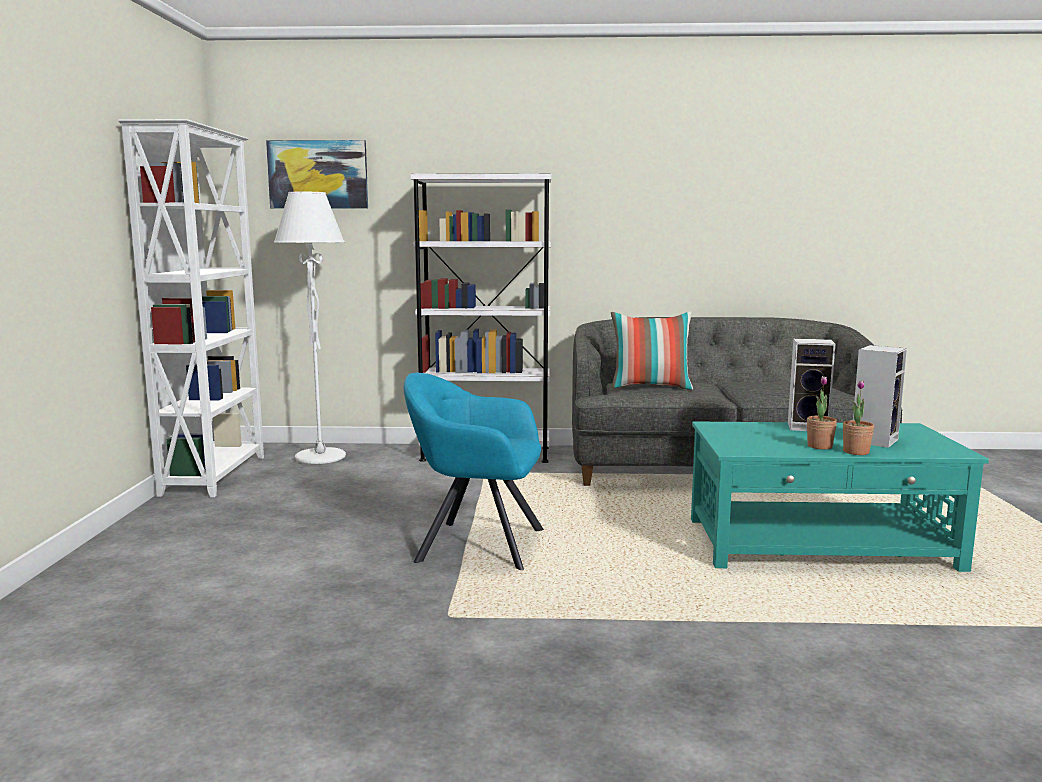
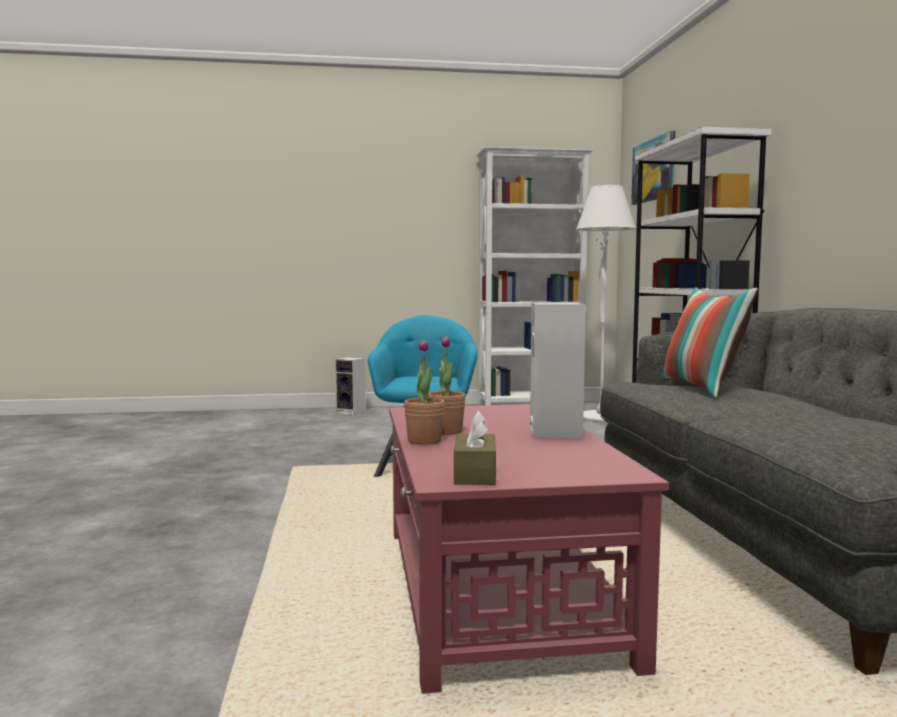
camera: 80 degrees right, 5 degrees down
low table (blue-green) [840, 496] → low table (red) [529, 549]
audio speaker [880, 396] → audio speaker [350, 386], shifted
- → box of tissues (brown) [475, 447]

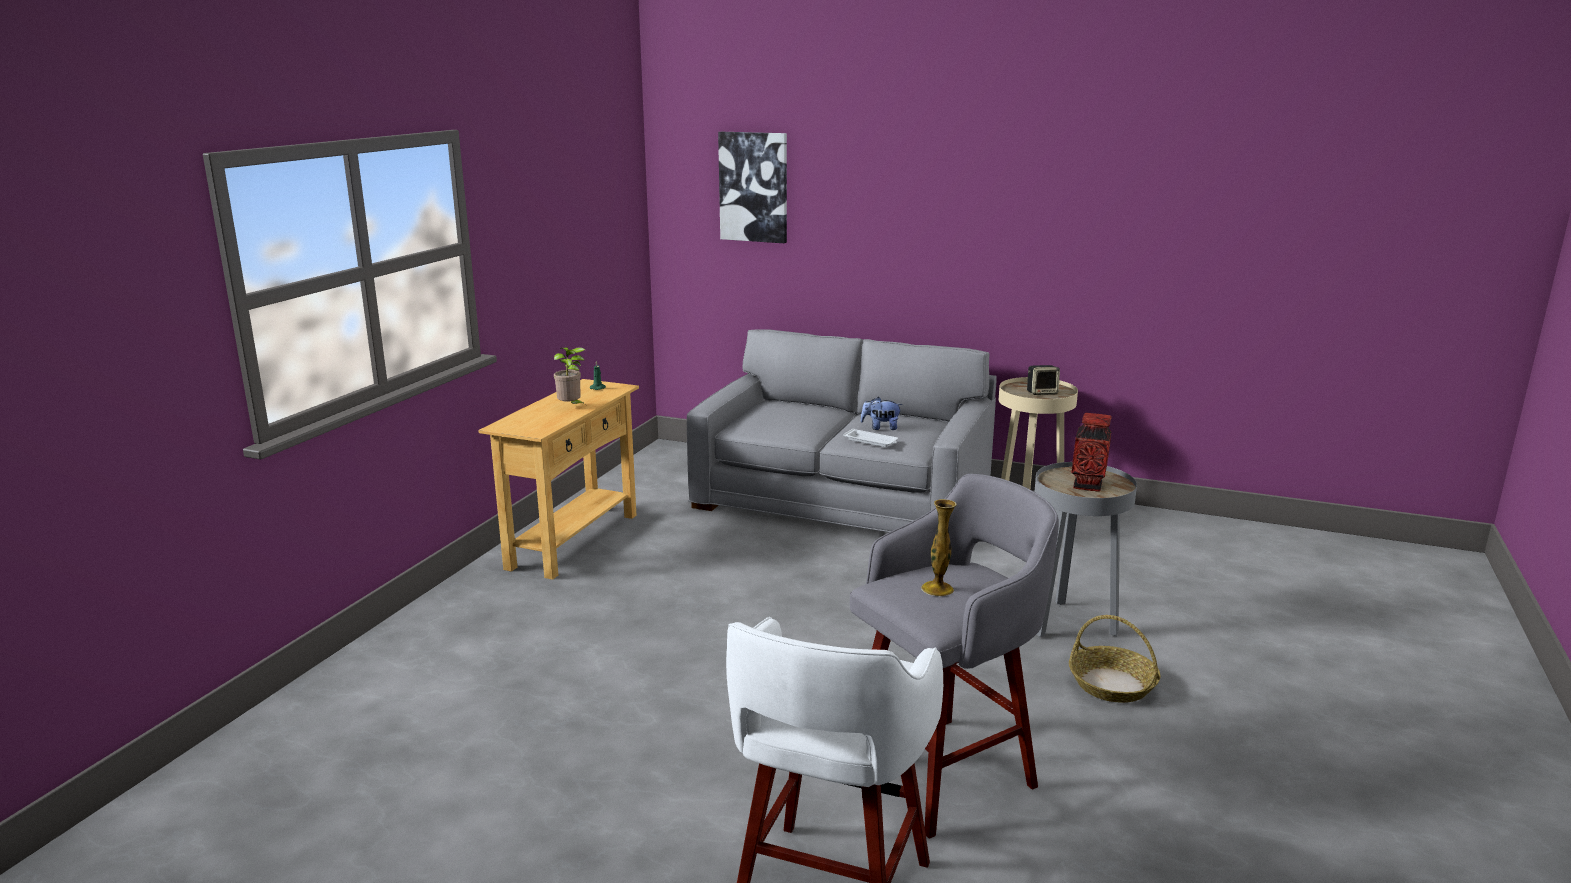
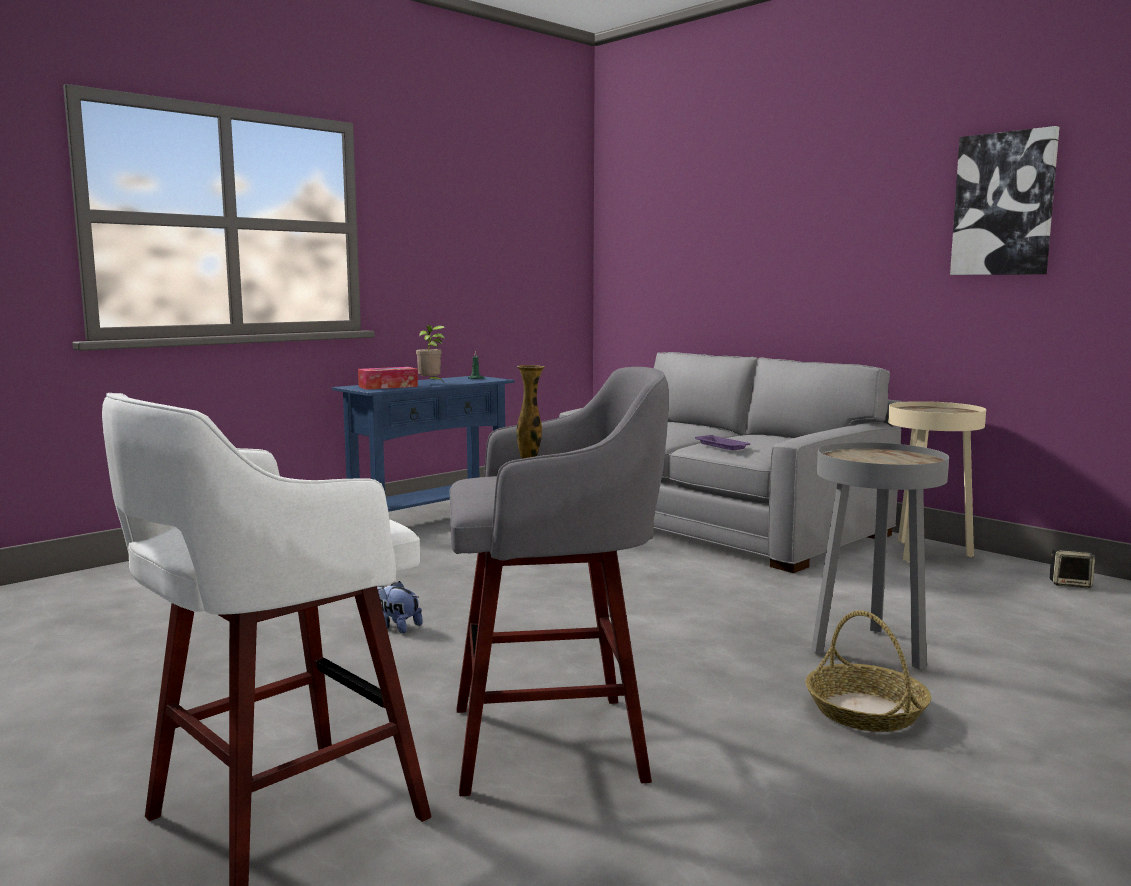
camera: 25 degrees right, 10 degrees down
narrow table (sand-coloured) [558, 479] → narrow table (blue-coloured) [423, 444]
wall picture [752, 187] → wall picture [1004, 200], shifted
tray (white) [870, 437] → tray (purple) [723, 442]
plush toy [881, 413] → plush toy [400, 607], shifted
audio speaker [1043, 380] → audio speaker [1072, 568], shifted
vase [1091, 452] → -
- → box of tissues [388, 378]

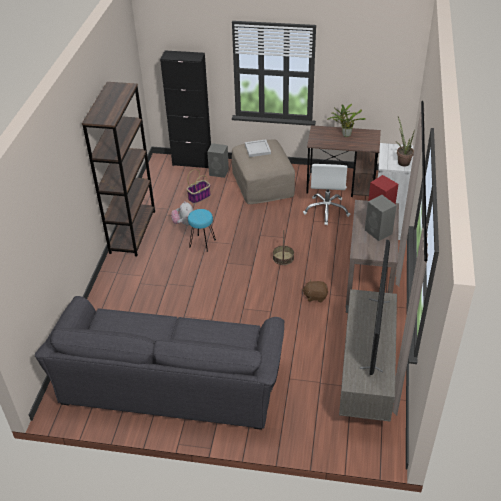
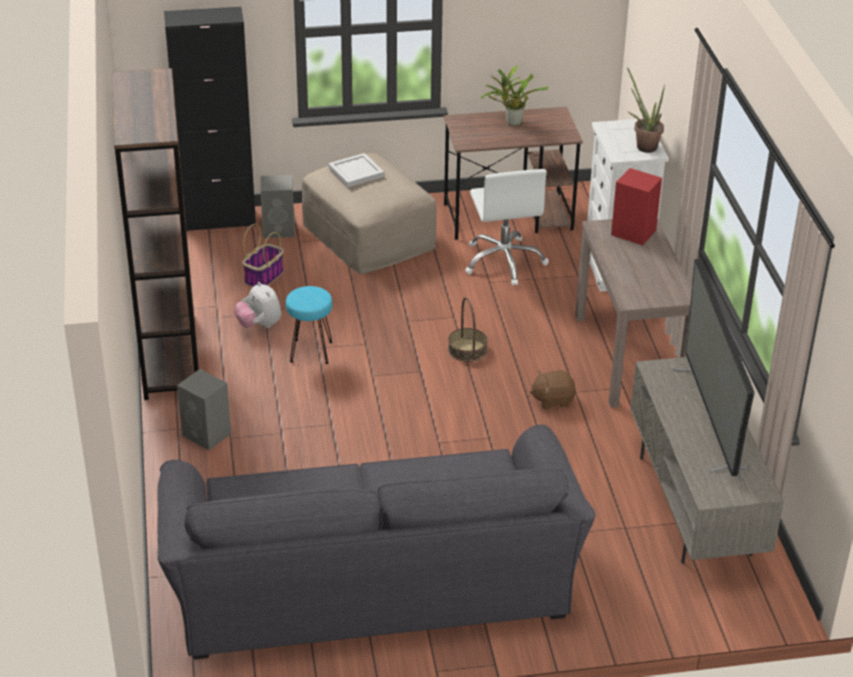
camera: 20 degrees left, 5 degrees down
audio speaker (gray) [381, 218] → audio speaker (gray) [204, 409], shifted

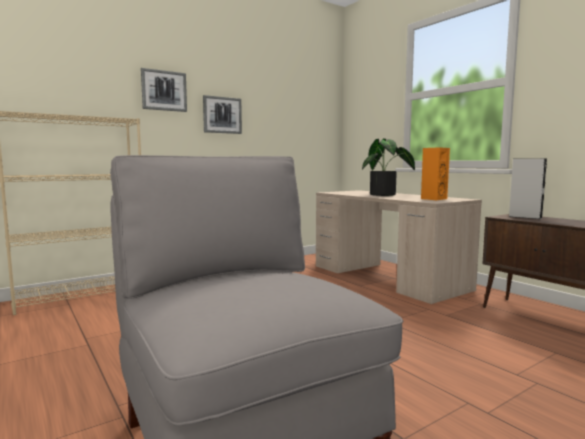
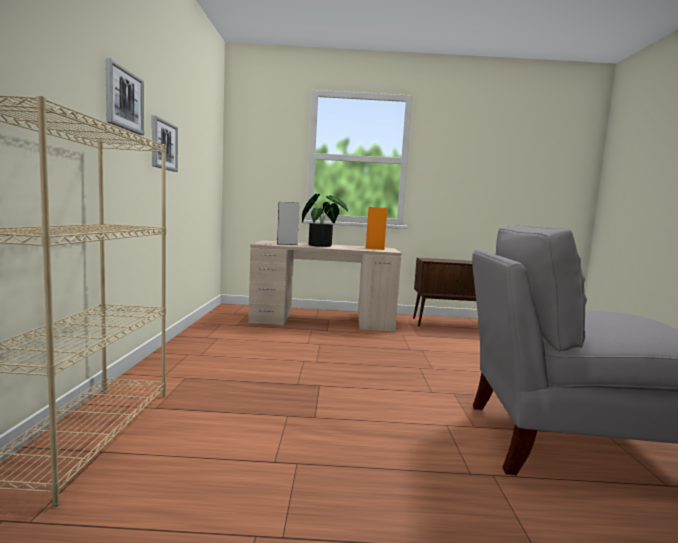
camera: 55 degrees left, 0 degrees up
audio speaker (gray) [528, 188] → audio speaker (gray) [288, 223], shifted

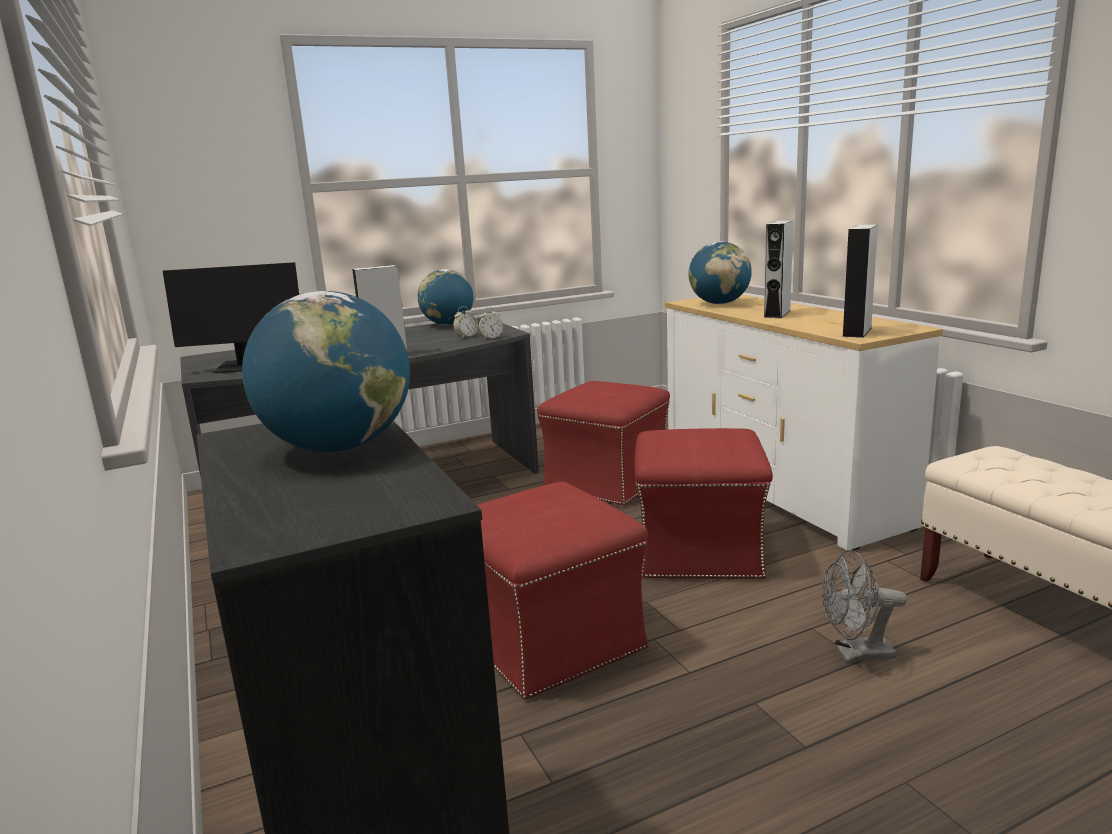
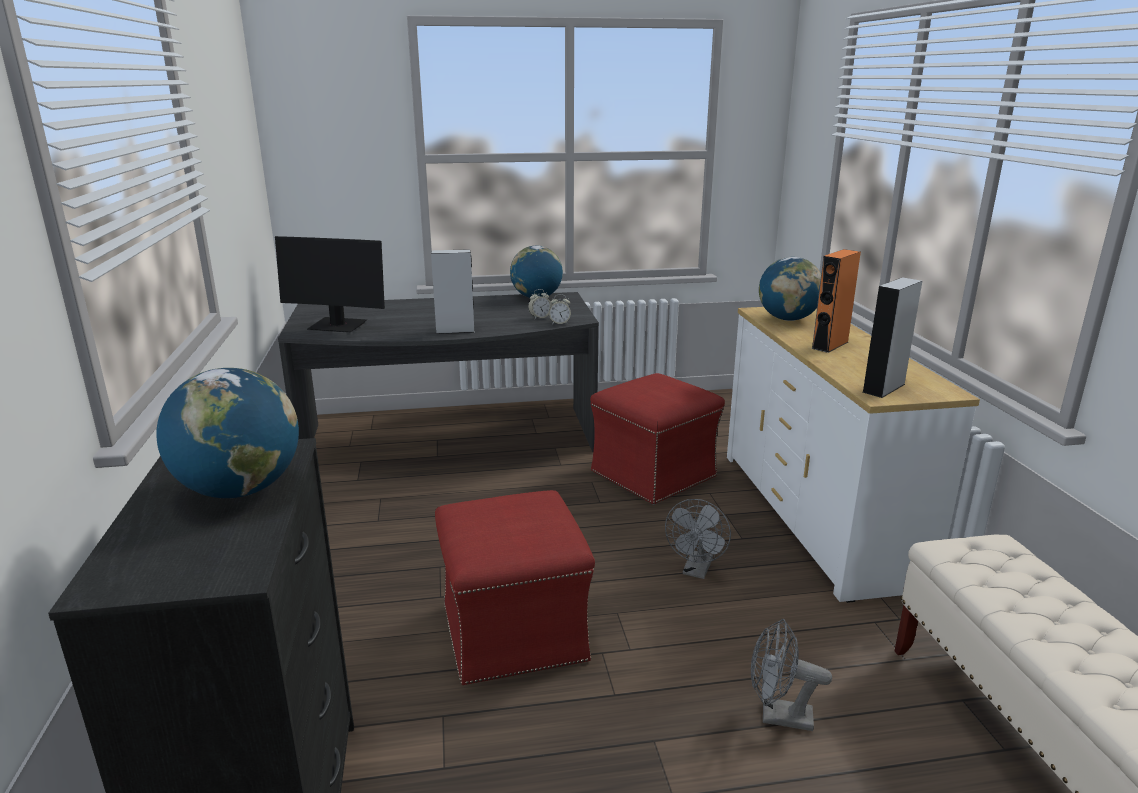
camera: 15 degrees right, 5 degrees up
footrest (red) [703, 504] → fan (gray) [698, 539]
audio speaker (gray) [778, 269] → audio speaker (orange-coloured) [836, 301]

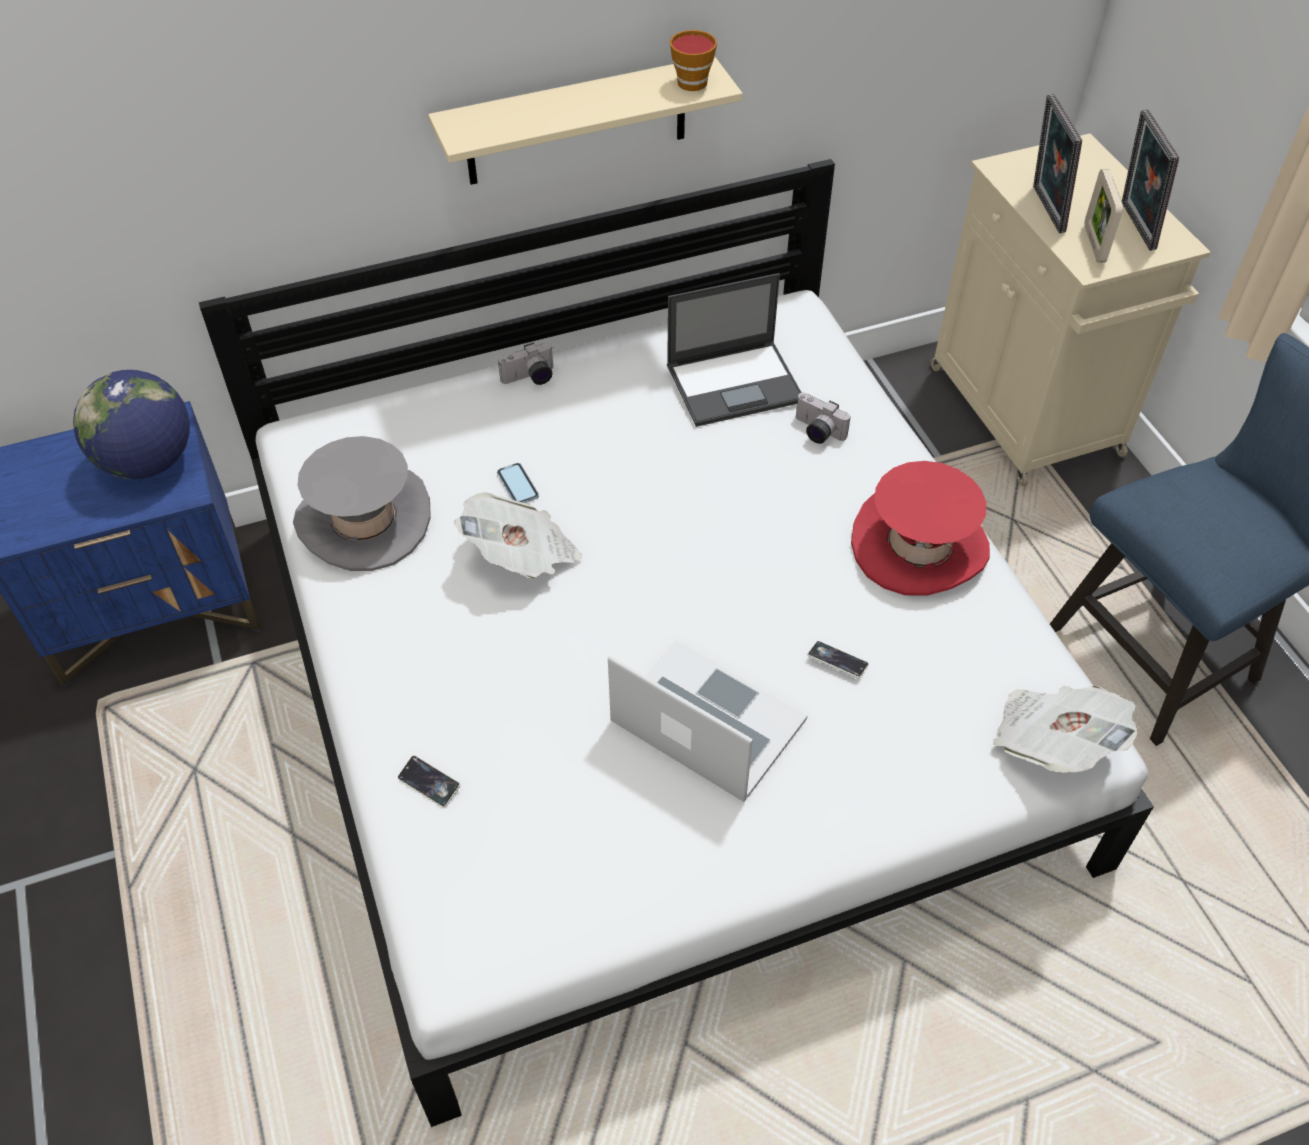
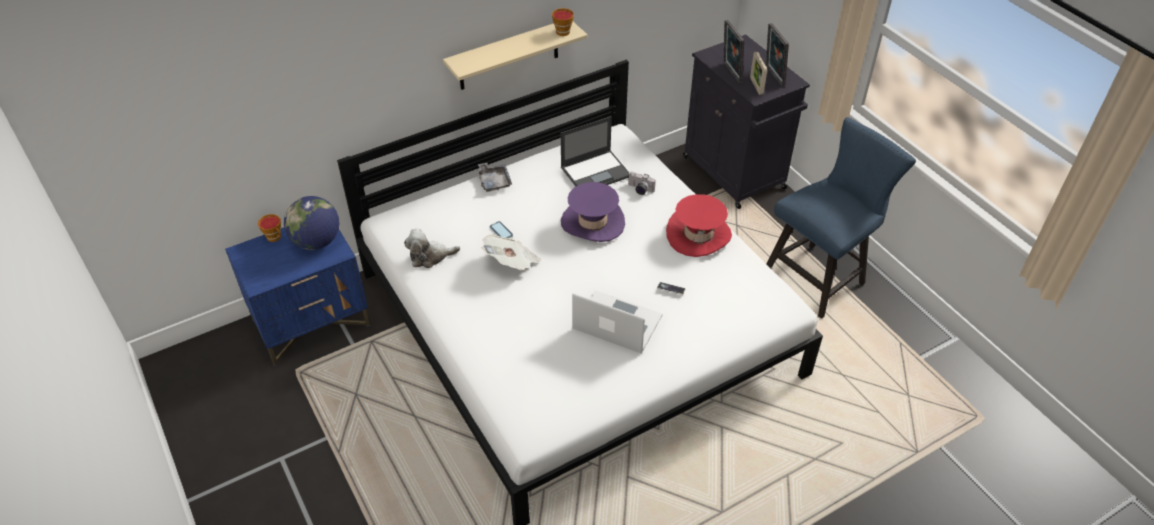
camera: 10 degrees left, 5 degrees down
wearable hat (gray) [362, 503] → plush toy [432, 248]
phone [428, 781] → -
still camera [525, 364] → tray (gray) [494, 177]
cupboard (sand-coloured) [1071, 309] → cupboard (black) [746, 121]
newspaper [1065, 729] → -
- → drinking cup [269, 228]
- → wearable hat (purple) [593, 212]

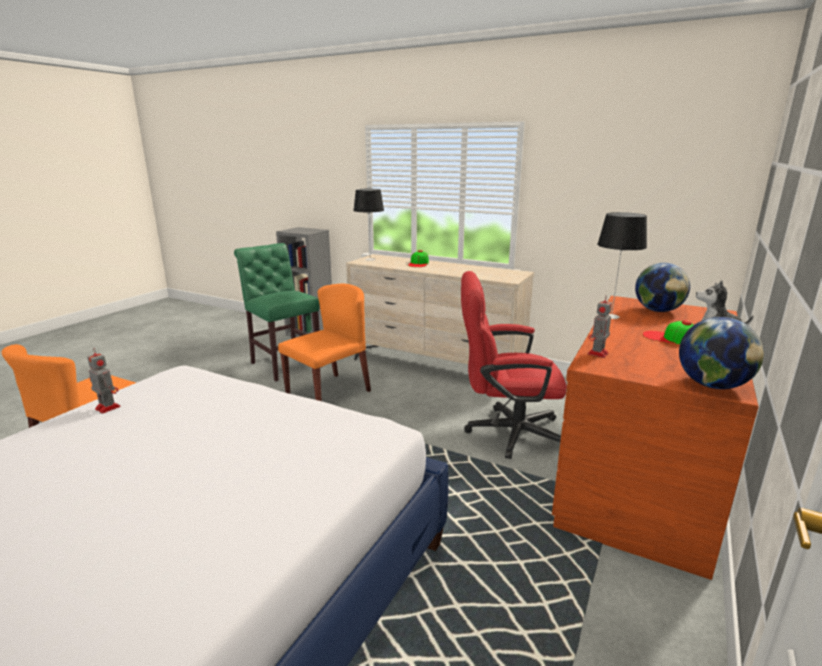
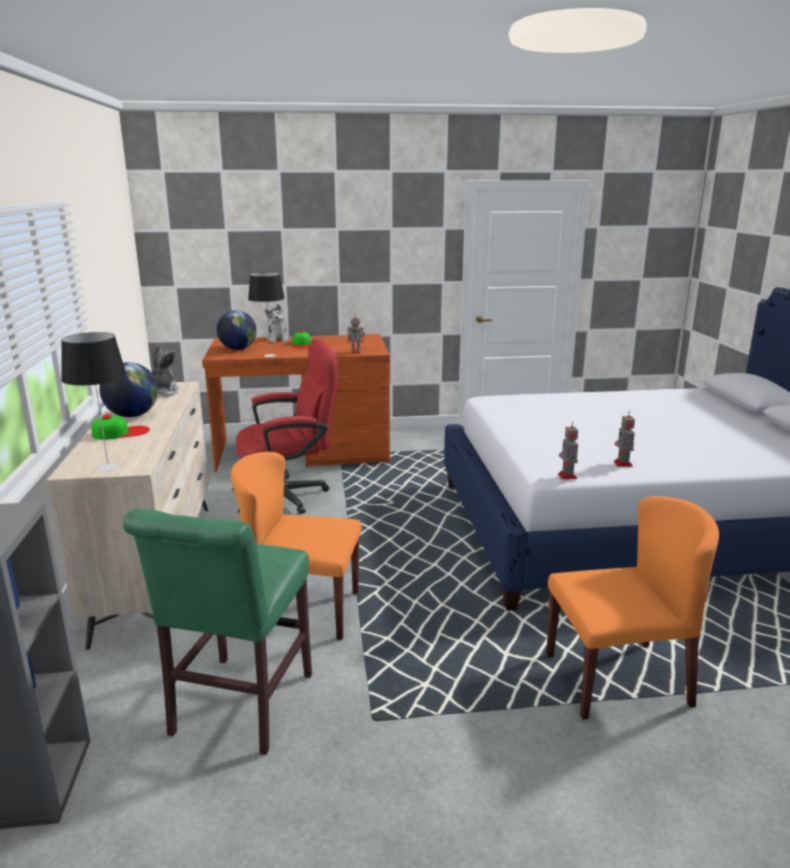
camera: 125 degrees left, 0 degrees up
computer chair (red) [514, 365] → computer chair (red) [285, 426], 75 degrees counterclockwise
globe [721, 353] → globe [128, 389], shifted
- → plush toy [166, 370]
- → robot figure [568, 450]

